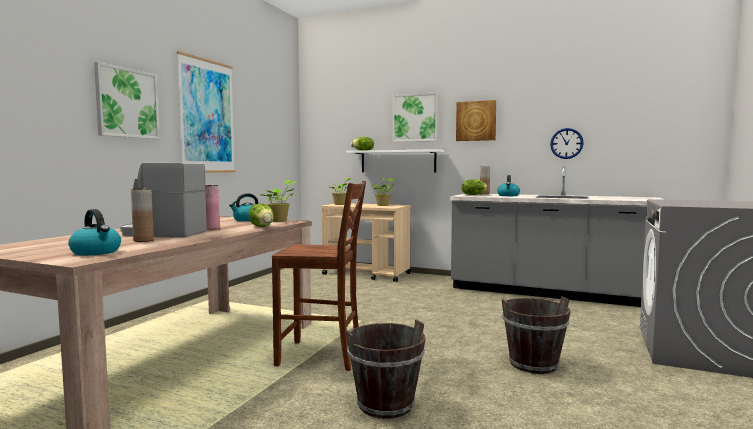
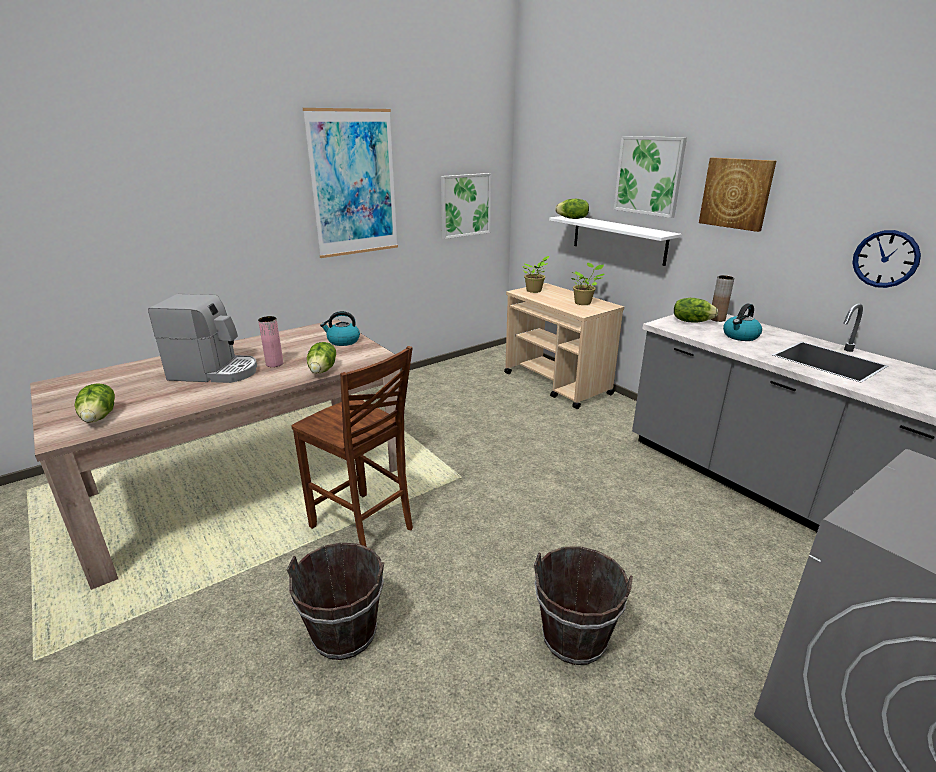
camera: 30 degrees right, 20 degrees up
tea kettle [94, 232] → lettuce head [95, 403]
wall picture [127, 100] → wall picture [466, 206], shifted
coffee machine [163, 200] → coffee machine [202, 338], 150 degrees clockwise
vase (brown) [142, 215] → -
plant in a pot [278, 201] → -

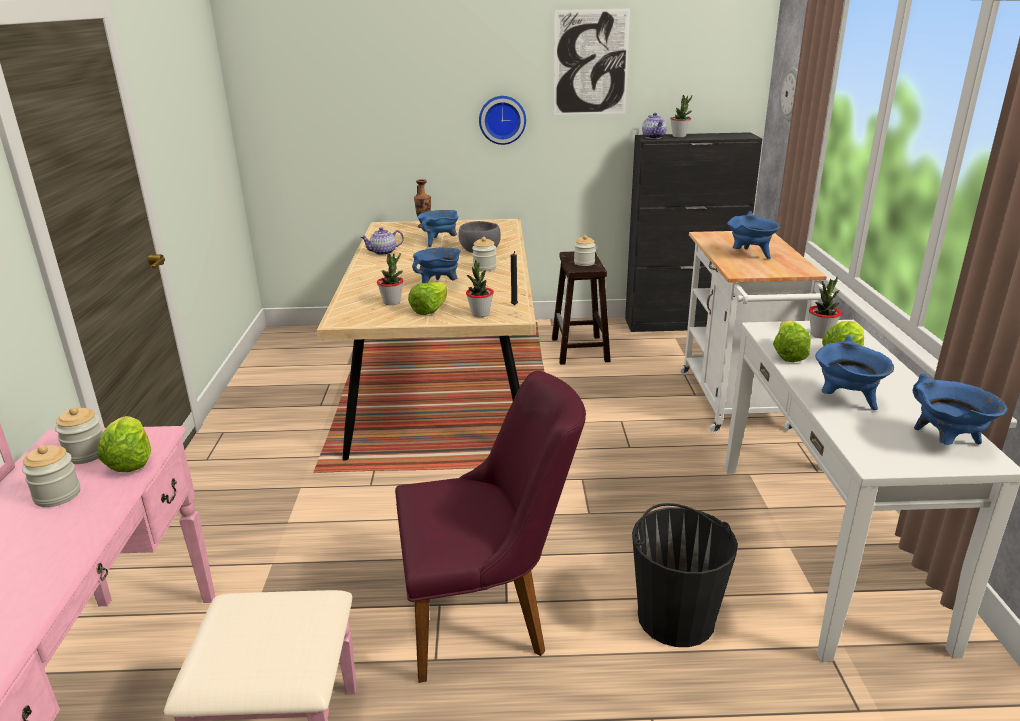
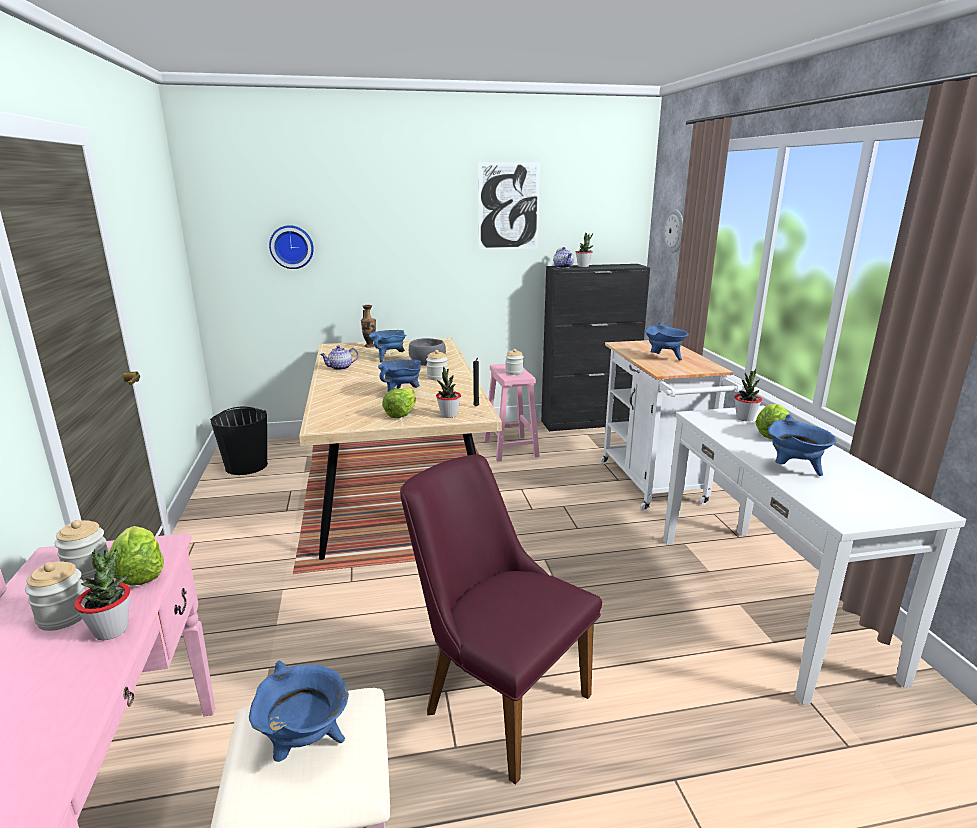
camera: 10 degrees left, 5 degrees down
plant in a pot [390, 279] → plant in a pot [102, 594], shifted
upright chair (purple) [490, 527] → upright chair (purple) [501, 619], 120 degrees counterclockwise
hanging clock [502, 120] → hanging clock [291, 247], shifted
stool seat (brown) [581, 308] → stool seat (pinkish) [512, 413]
pail (black) [685, 575] → pail (black) [239, 441], shifted
lettuce head [792, 341] → -
stockpot (blue-coloured) [959, 409] → stockpot (blue-coloured) [299, 711], shifted

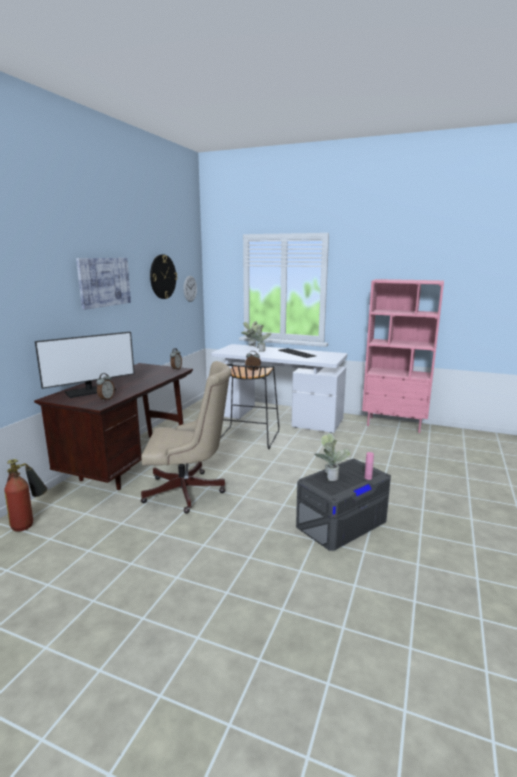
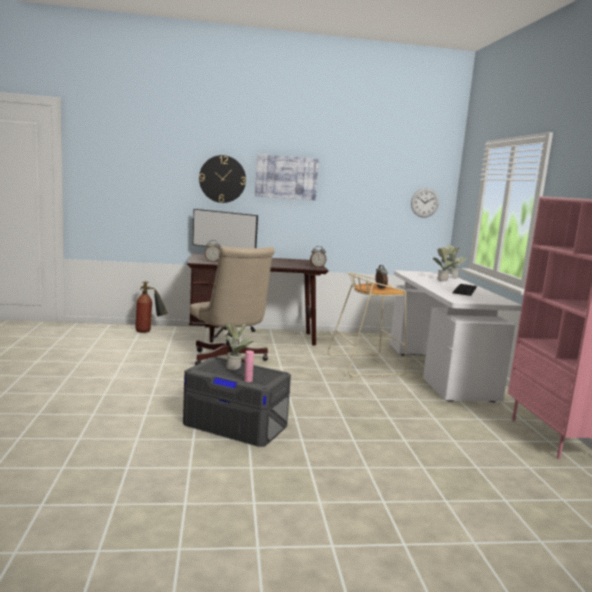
camera: 60 degrees right, 5 degrees down
hanging clock [163, 276] → hanging clock [222, 179], shifted
stool seat (black) [249, 406] → stool seat (sand-coloured) [367, 324]

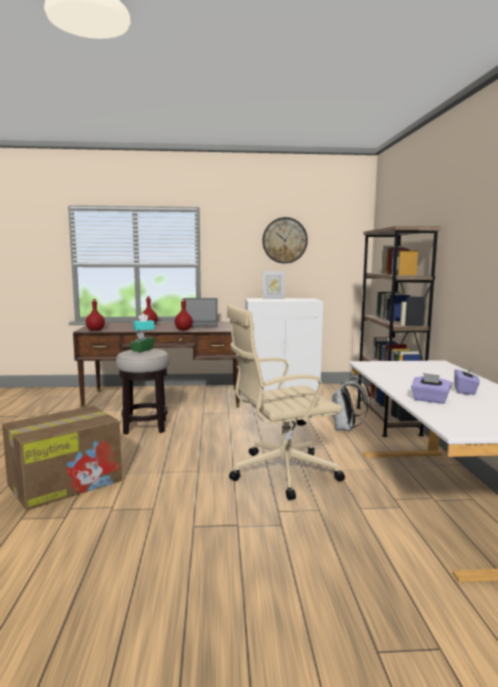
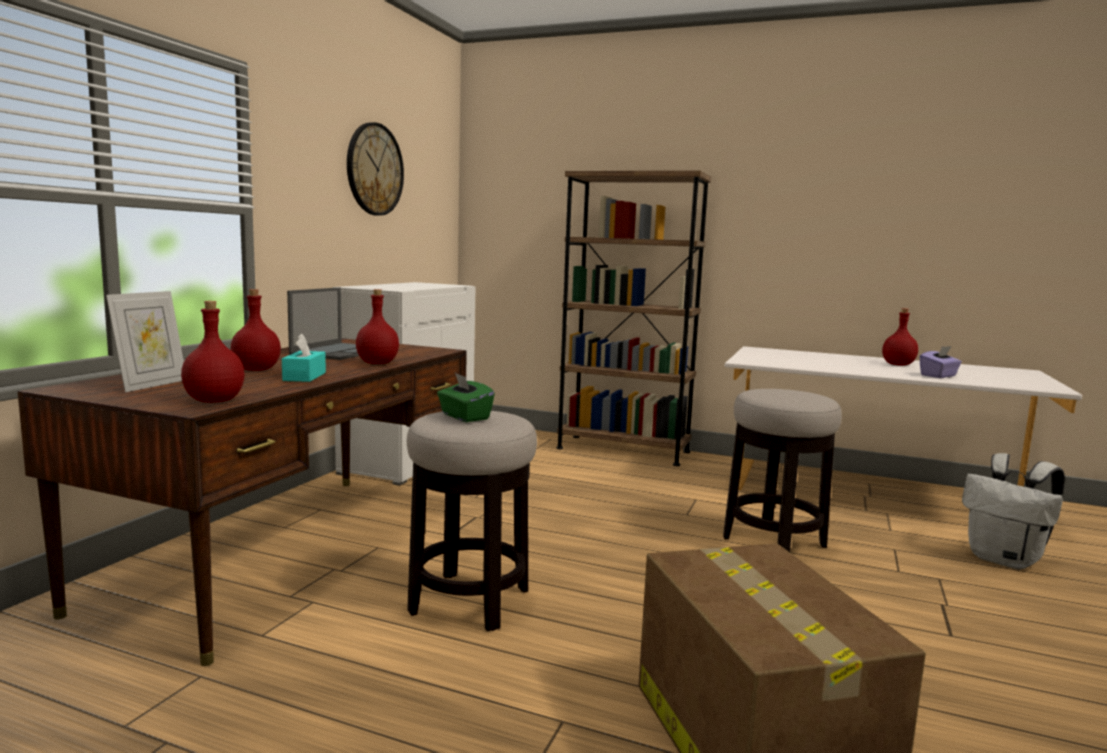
camera: 65 degrees left, 0 degrees up
computer chair (sand-coloured) [285, 402] → stool seat [782, 470]
photo frame [274, 285] → photo frame [145, 341], shifted
rucksack (white) [351, 404] → rucksack (white) [1013, 511], shifted
box of tissues (purple) [467, 380] → drink bottle (red) [900, 337]

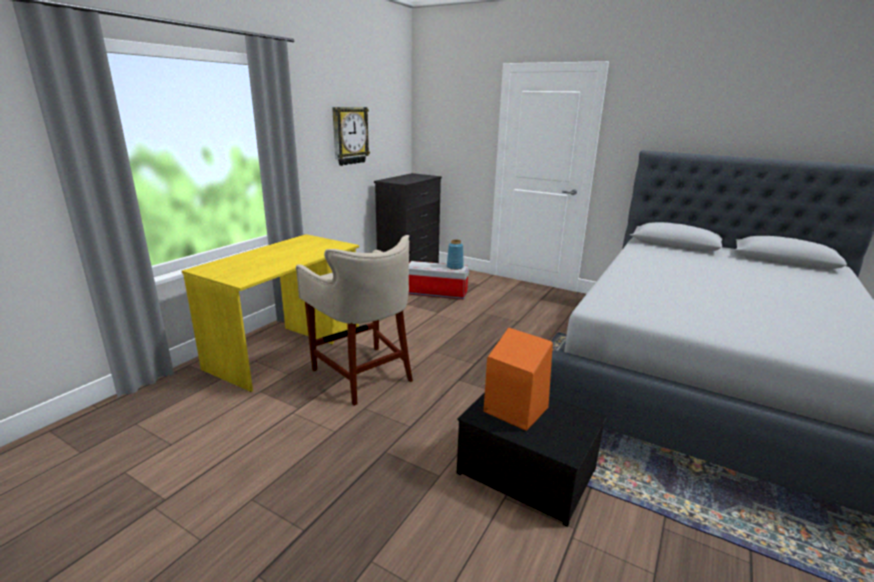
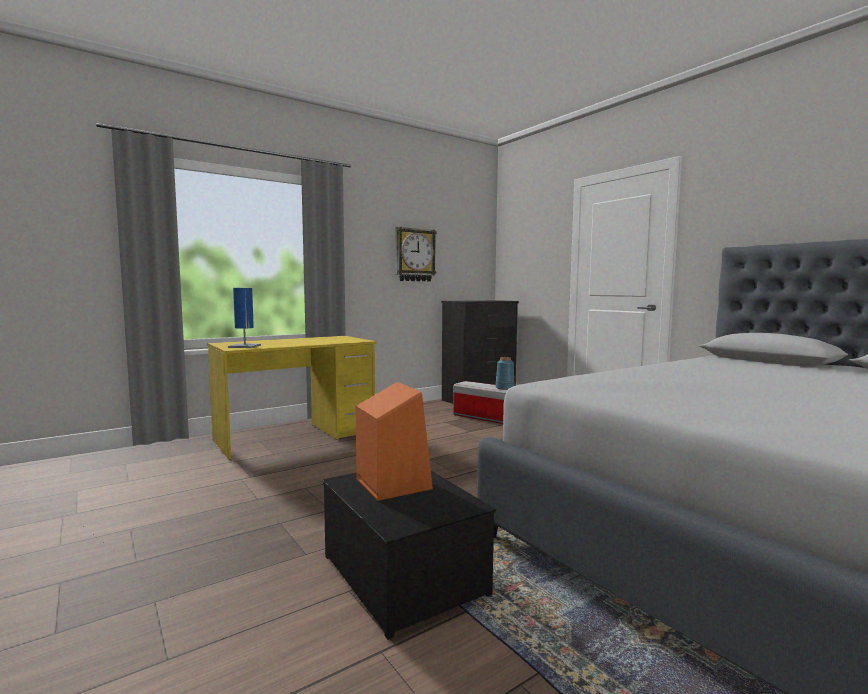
camera: 25 degrees right, 15 degrees down
stool seat (sand-coloured) [354, 320] → -
- → tabletop lamp (blue-coloured) [244, 318]

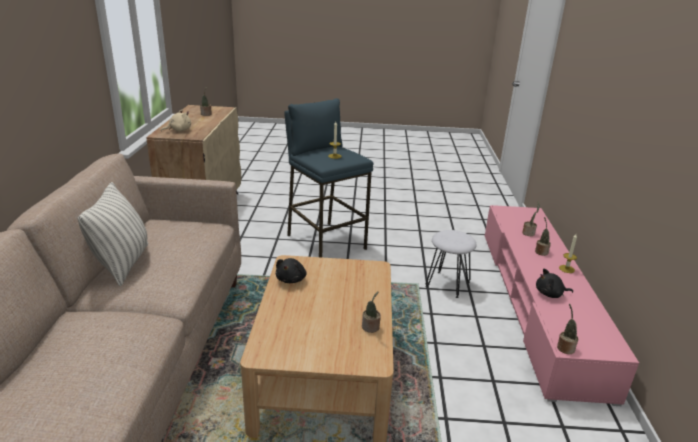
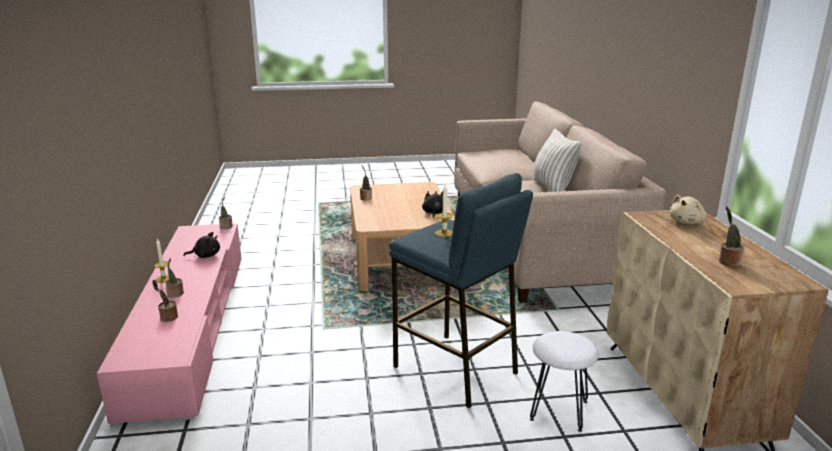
camera: 170 degrees right, 5 degrees down
stool seat (white) [451, 264] → stool seat (white) [564, 381], shifted

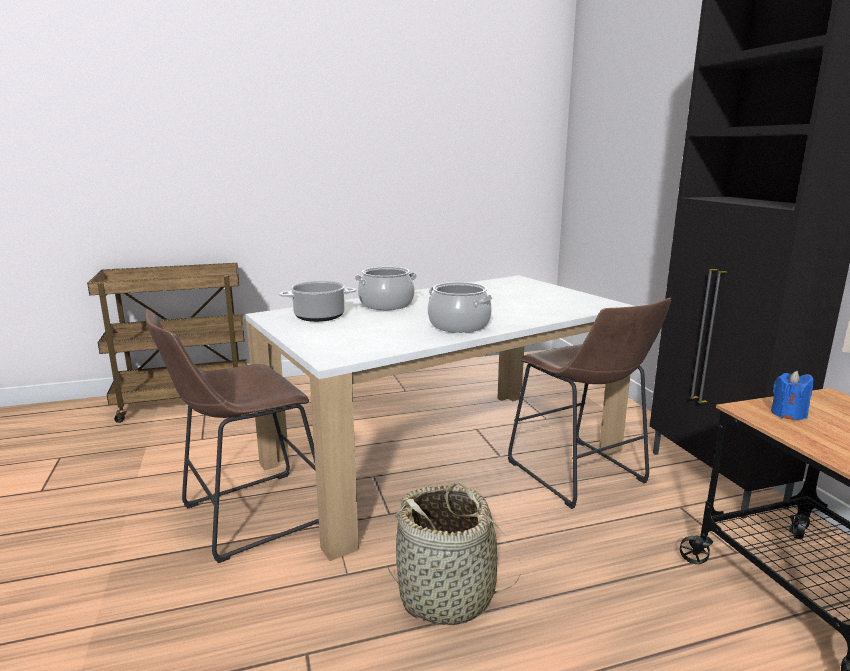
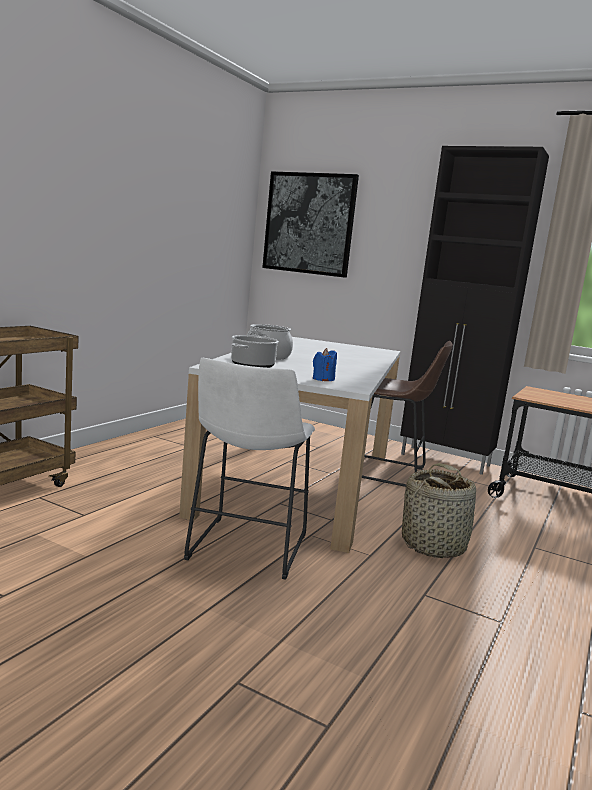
camera: 45 degrees left, 5 degrees down
stool seat (brown) [232, 436] → stool seat (white) [249, 469]
stockpot [460, 307] → -
wax light (blue-coloured) [792, 395] → wax light (blue-coloured) [325, 364], shifted
- → wall picture [310, 224]

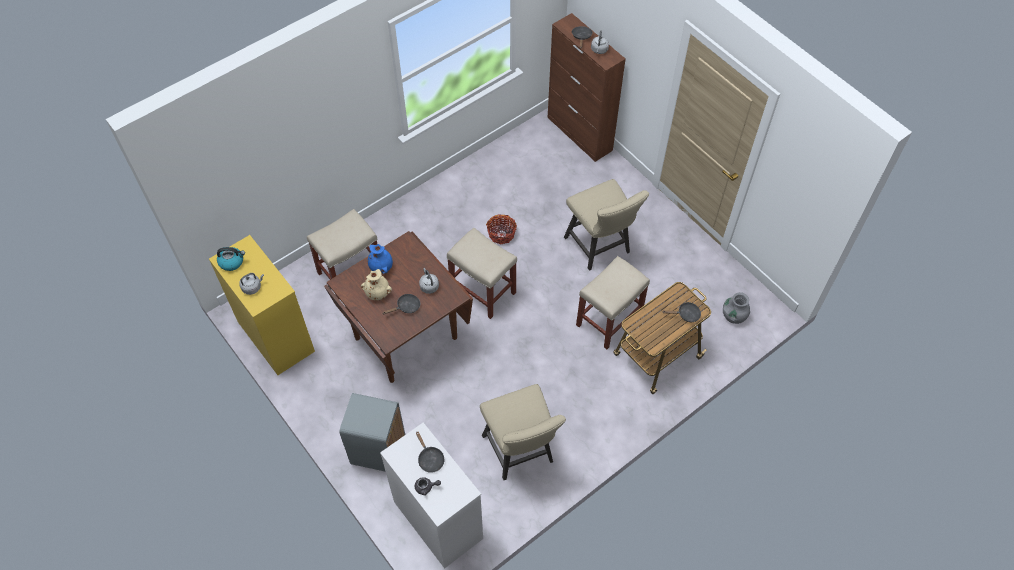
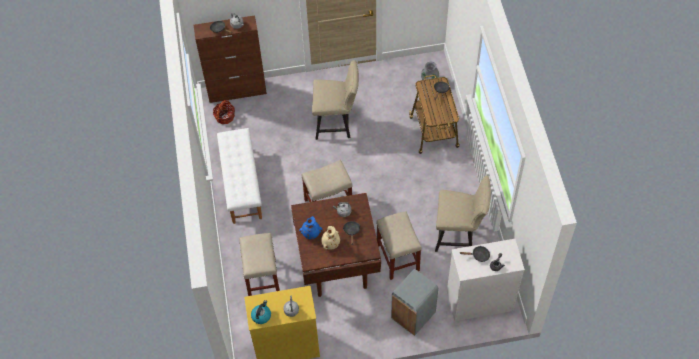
camera: 60 degrees left, 0 degrees up
basket [501, 229] → basket [224, 112], shifted
stool seat (sand-coloured) [613, 302] → stool seat (sand-coloured) [399, 245], shifted
- → long seat (white) [239, 176]

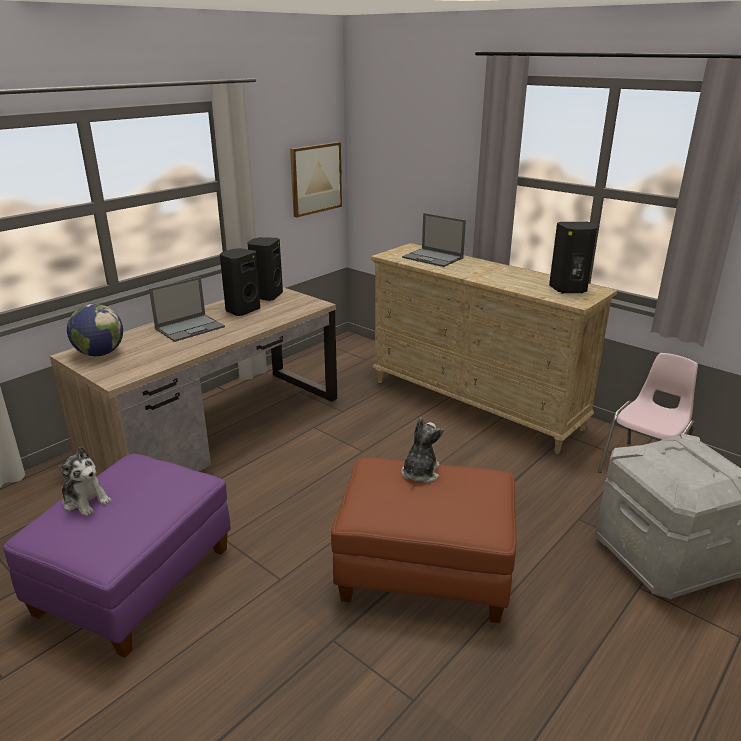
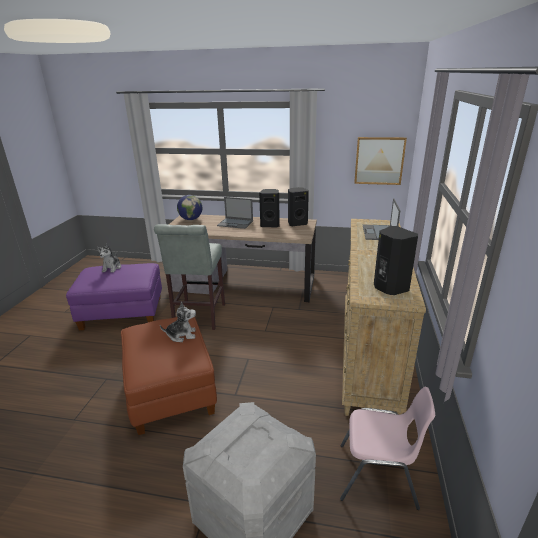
camera: 60 degrees right, 0 degrees up
- → stool seat (gray) [189, 277]

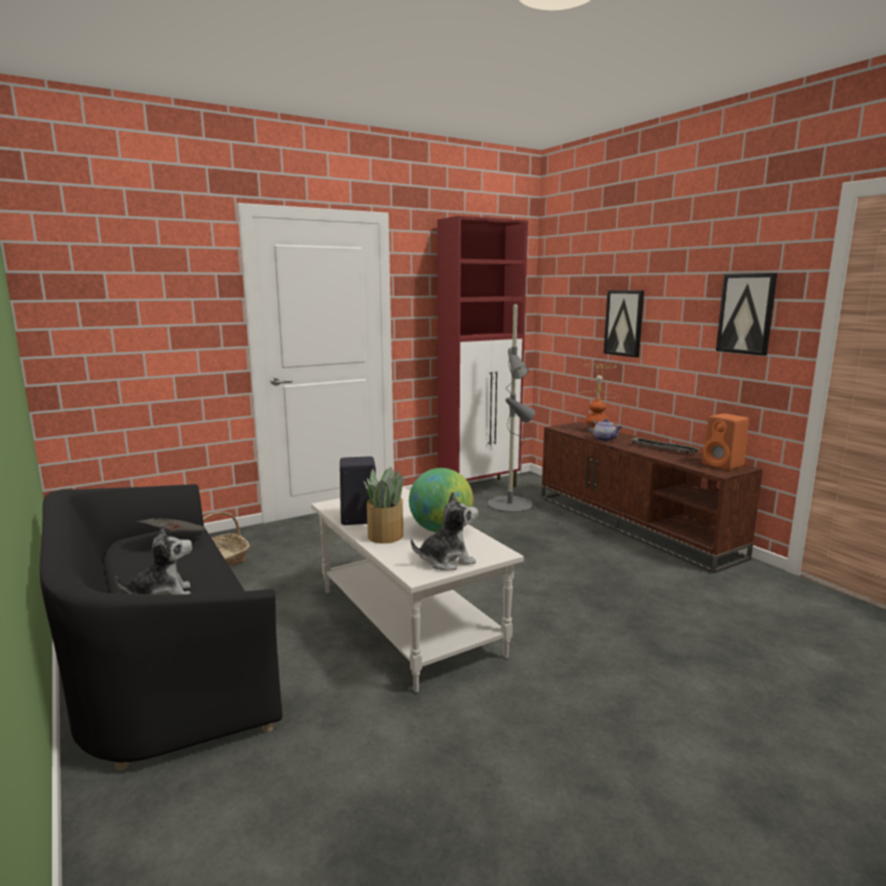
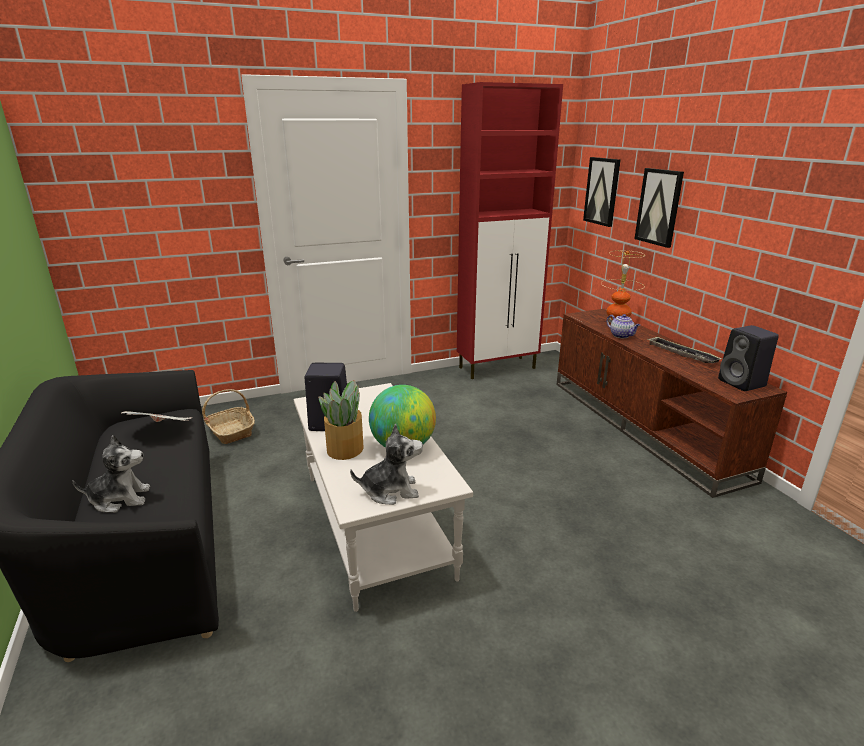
camera: 10 degrees right, 10 degrees up
standing lamp (gray) [540, 423] → -
audio speaker (orange-coloured) [725, 441] → audio speaker (black) [748, 358]
wall picture [746, 314] → wall picture [602, 192], shifted

